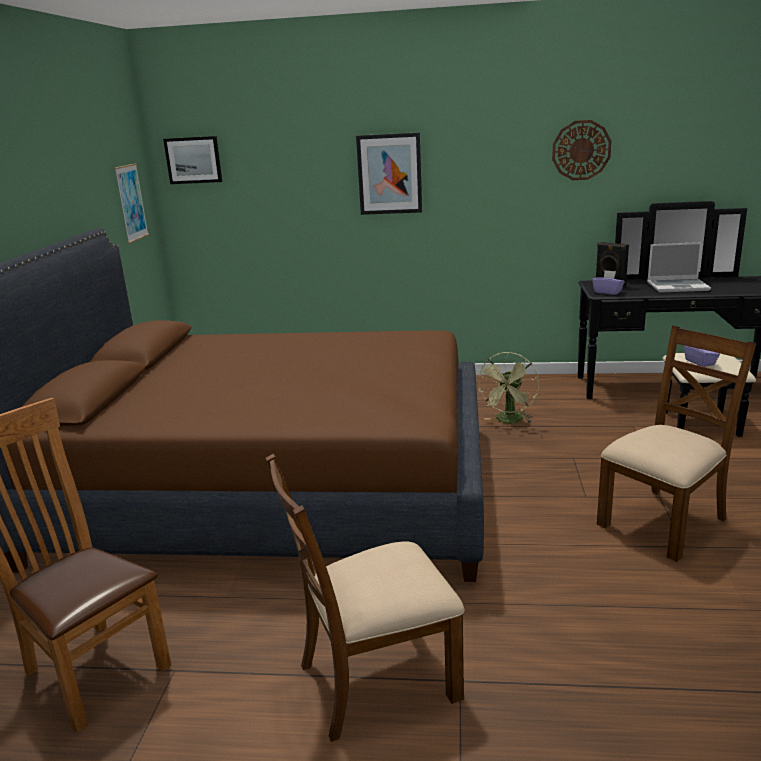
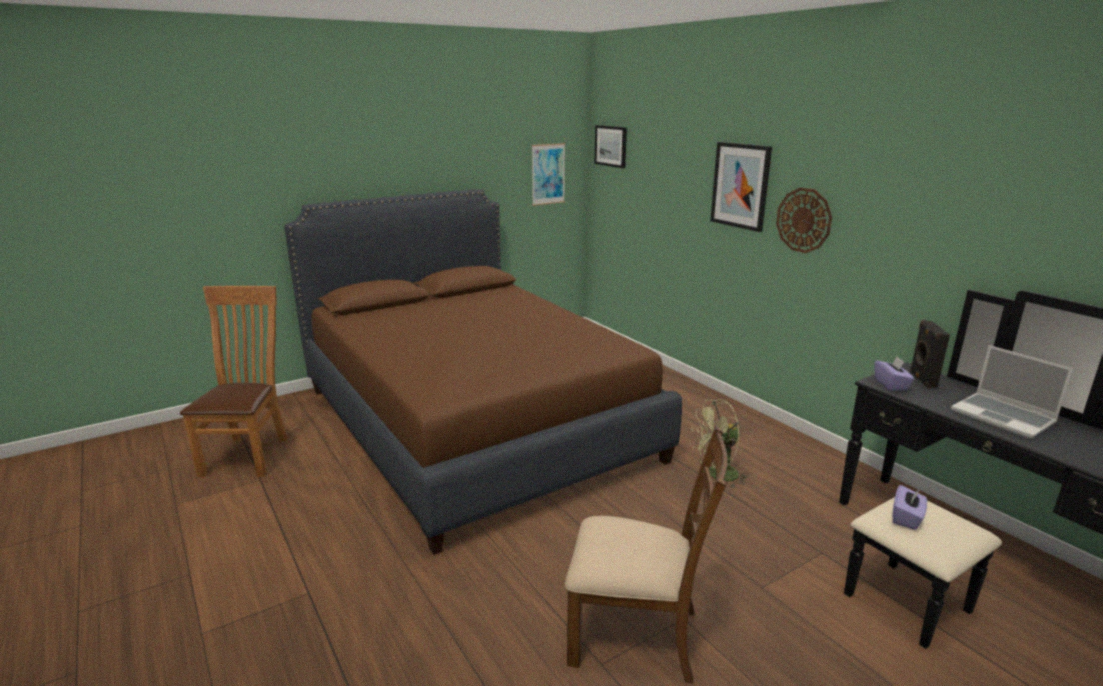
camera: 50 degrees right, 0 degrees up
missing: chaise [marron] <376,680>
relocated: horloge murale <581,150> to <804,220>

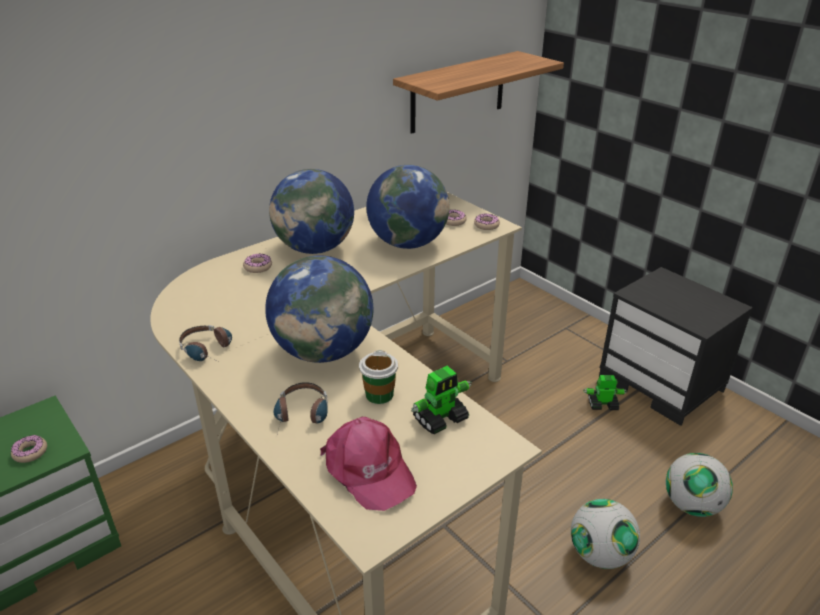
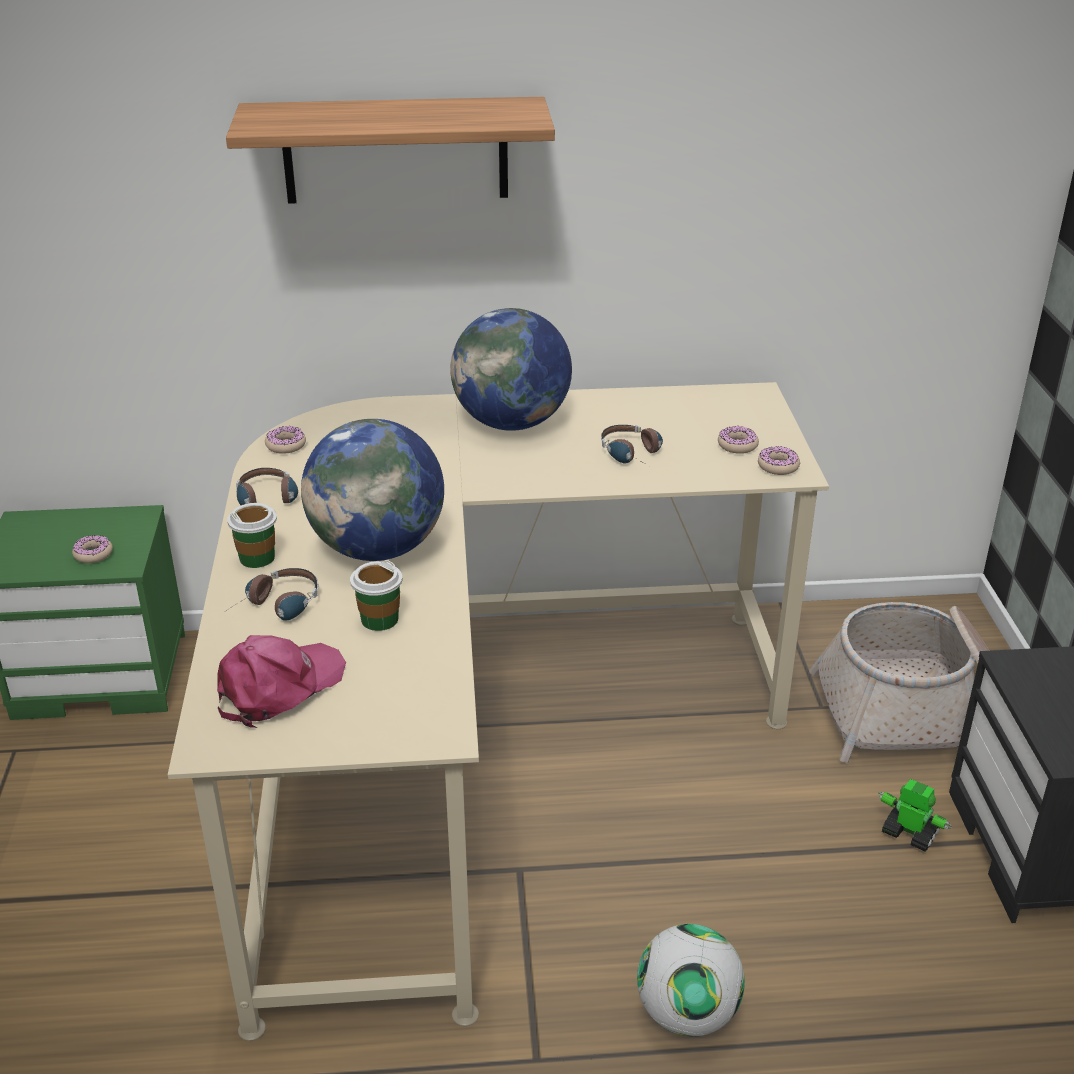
camera: 35 degrees right, 0 degrees up
missing: robot jouet <441,419>; ballon de foot <691,505>
appeared: tasse <257,558>; panier <919,713>
relocated: beignet <258,267> to <286,445>; étagère <458,92> to <395,150>
exchanged: globe <407,243> to casque audio <635,455>
spun: casquette [rose] <368,470> = <278,687> 135 degrees counterclockwise

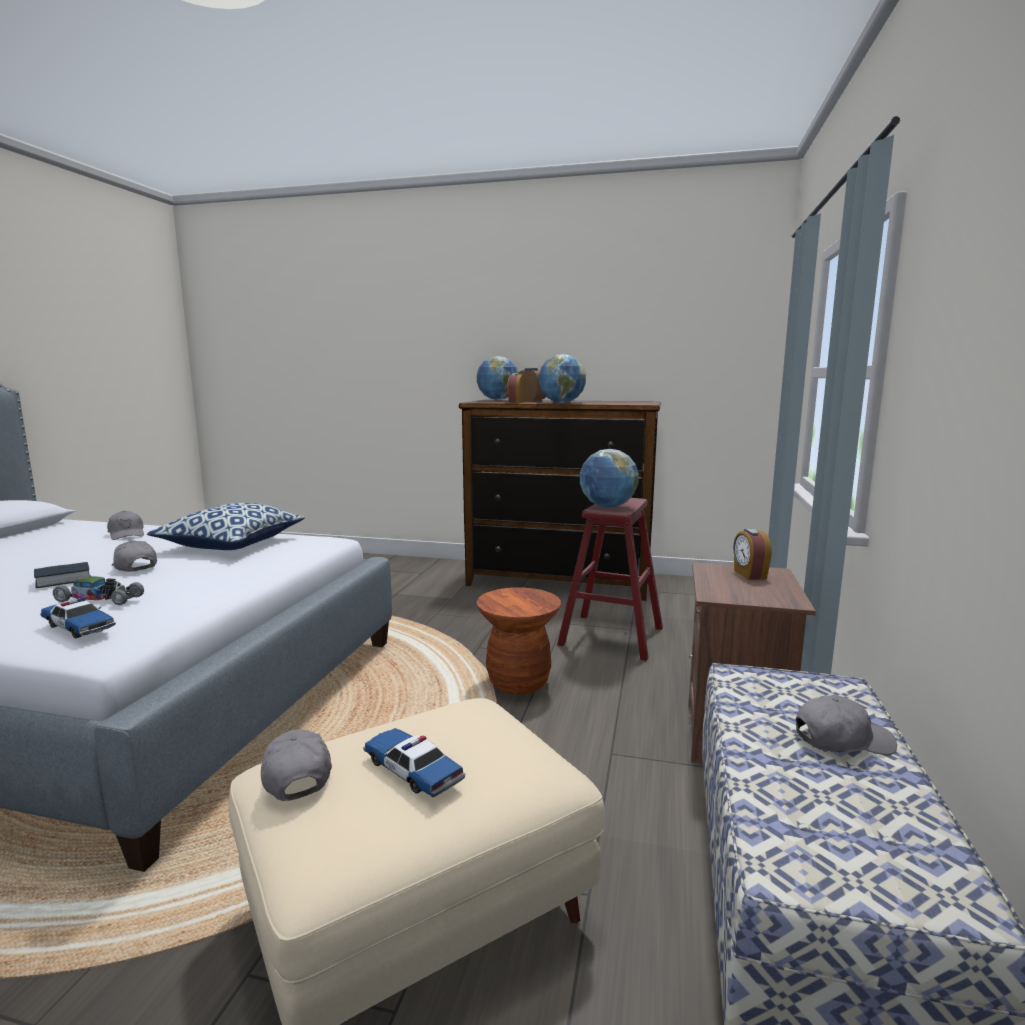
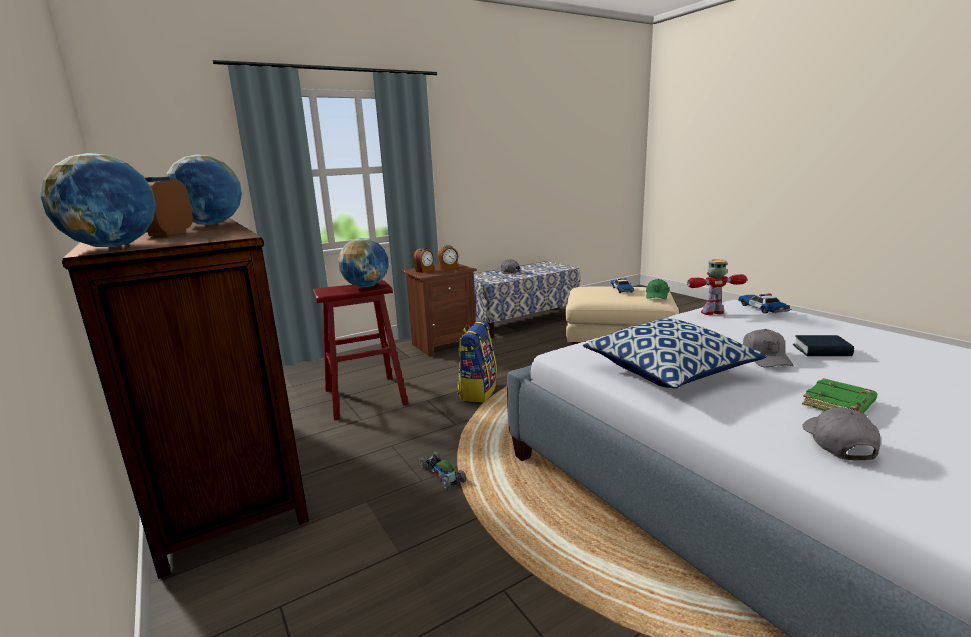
camera: 135 degrees left, 5 degrees up
appeared: robot jouet <712,313>; livre [vert] <839,404>
relocated: petite voiture <100,599> to <441,474>; réveil <516,402> to <448,268>
exchanged: tabouret [marron] <518,682> to sac à dos <477,391>
colour: casquette [gris] <296,774> to casquette [vert] <657,295>

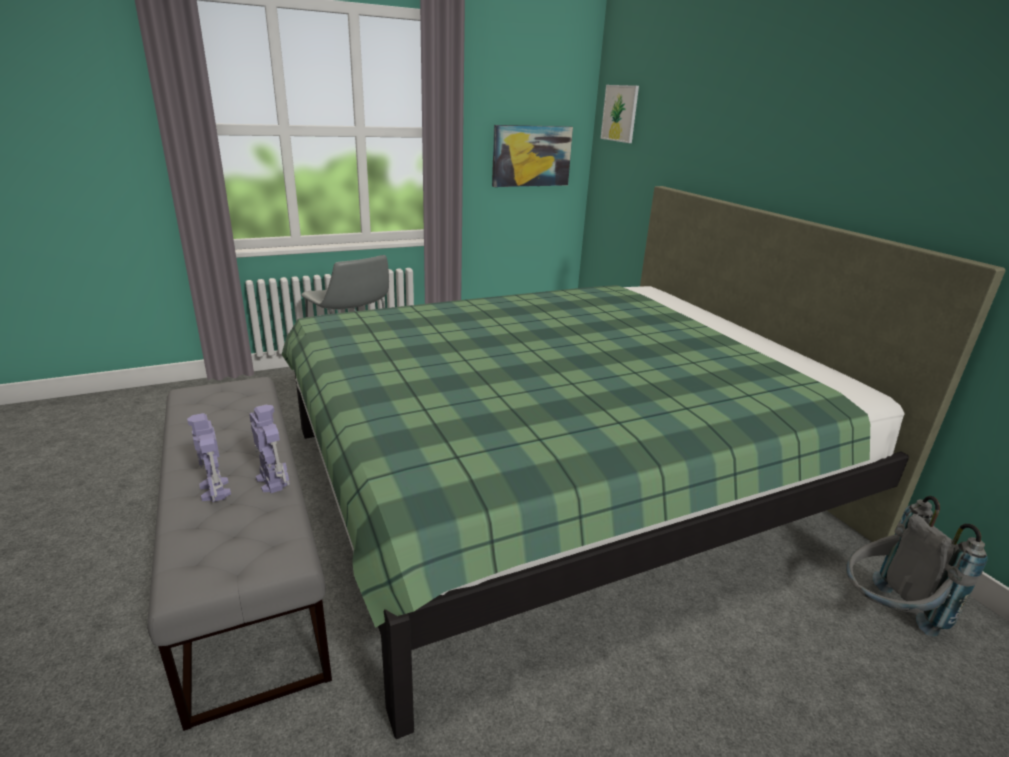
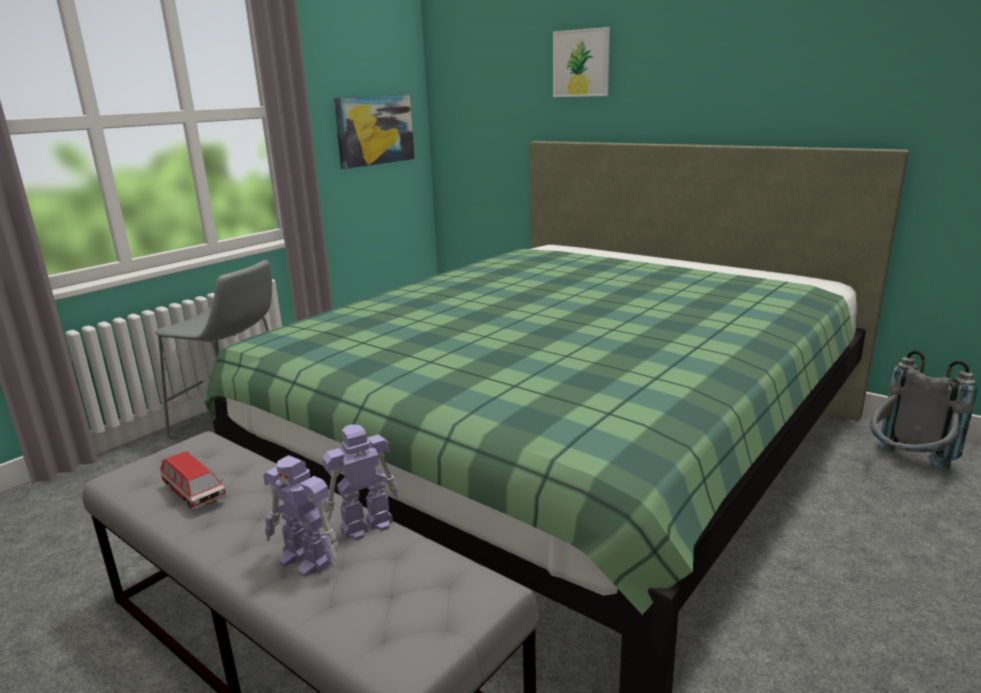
camera: 25 degrees left, 5 degrees down
appeared: petite voiture <194,493>
relocated: tableau <620,113> to <581,63>
spun: robot jouet <272,480> = <365,526> 60 degrees counterclockwise

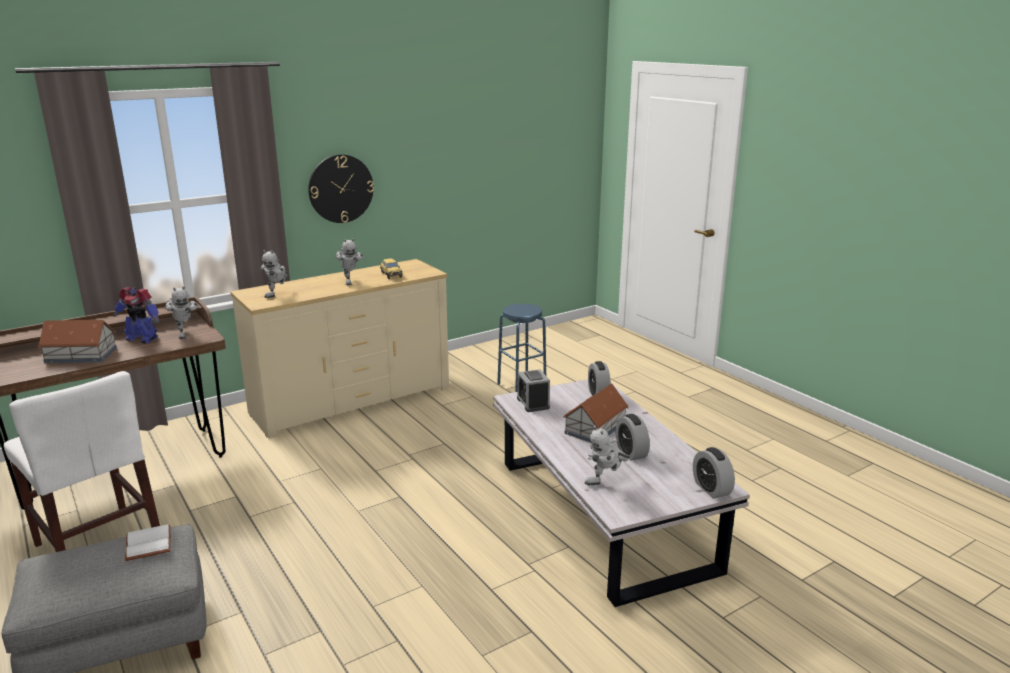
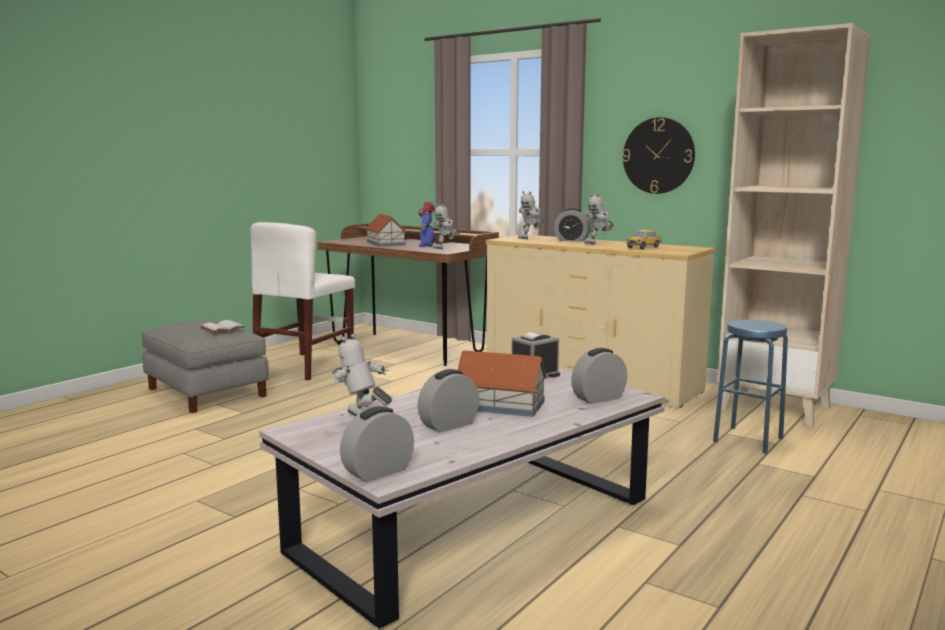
camera: 70 degrees right, 10 degrees down
appeared: réveil <572,240>; bibliothèque [beige] <776,408>
spun: robot jouet <278,295> = <531,239> 45 degrees counterclockwise

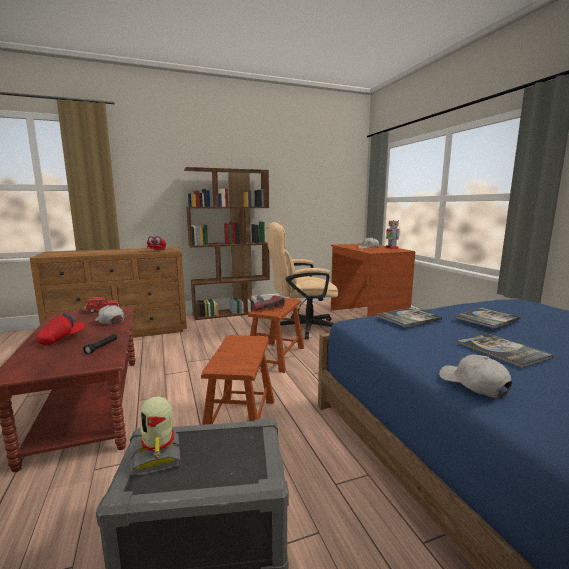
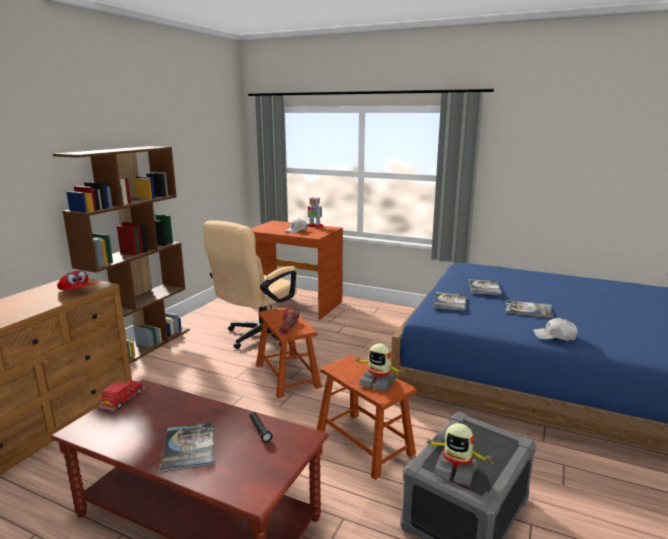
camera: 45 degrees left, 5 degrees up
missing: casquette [blanc] <110,321>
appeared: robot jouet <378,382>
exchanged: casquette [rouge] <62,339> to livre <189,447>

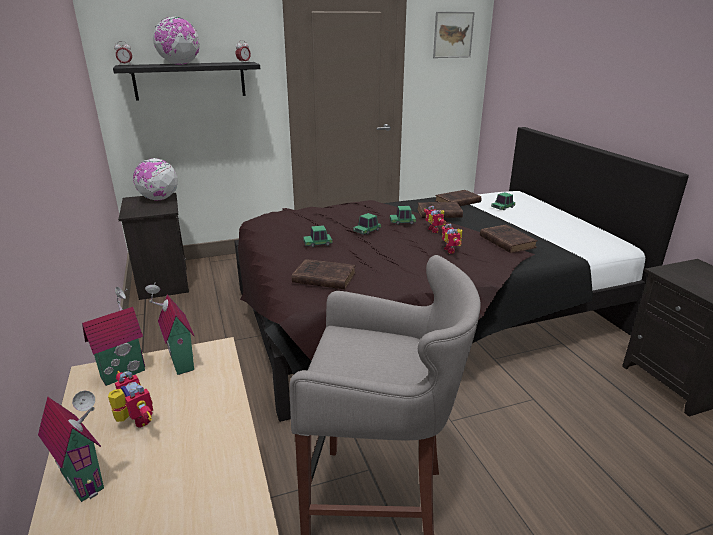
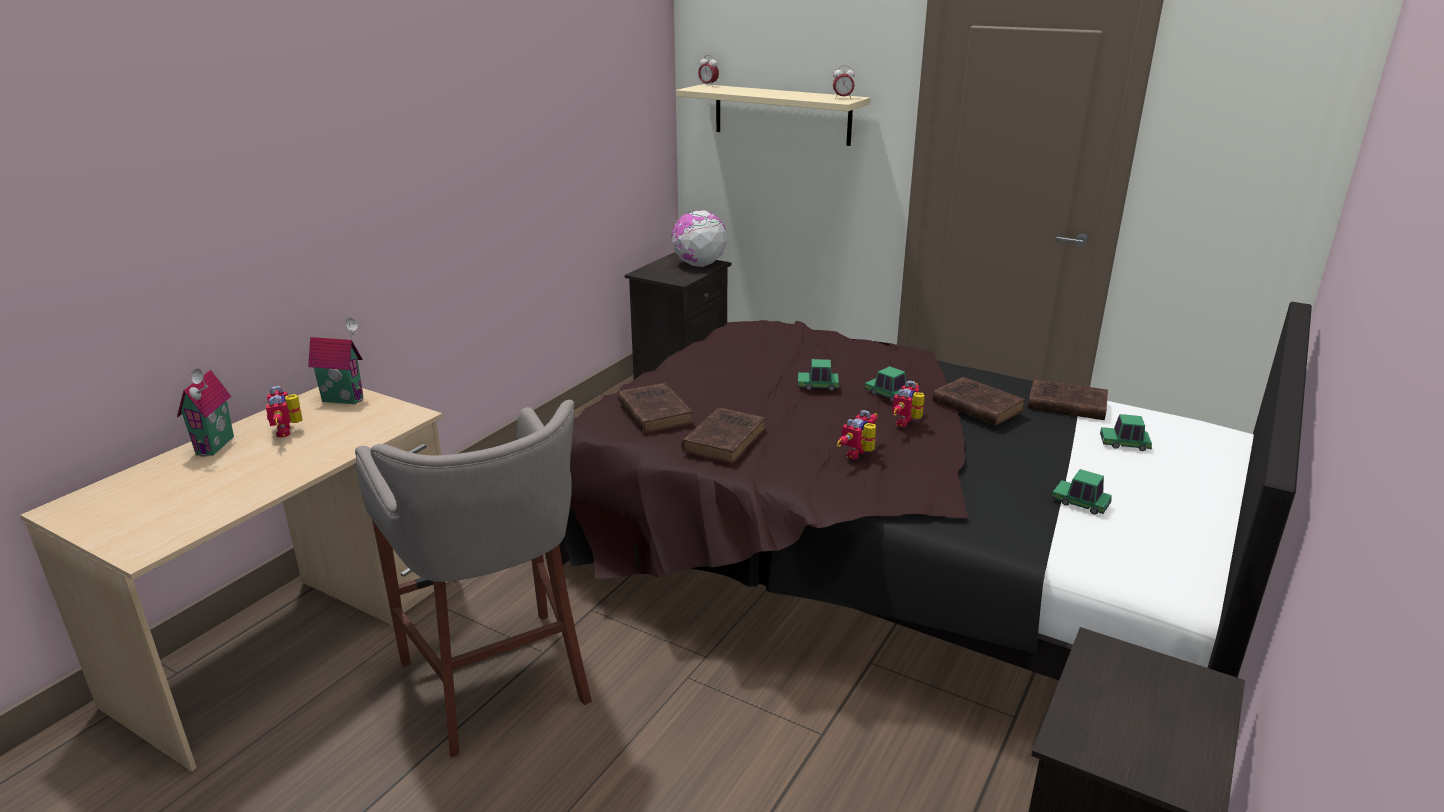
camera: 50 degrees right, 0 degrees up
missing: maison miniature <179,363>; globe <180,64>; tableau <453,35>
relocated: petite voiture <318,243> to <1080,503>; livre [marron] <506,241> to <725,439>
colour: étagère [noir] <190,80> to étagère [beige] <782,114>
spun: robot jouet <134,421> = <289,431> 150 degrees clockwise

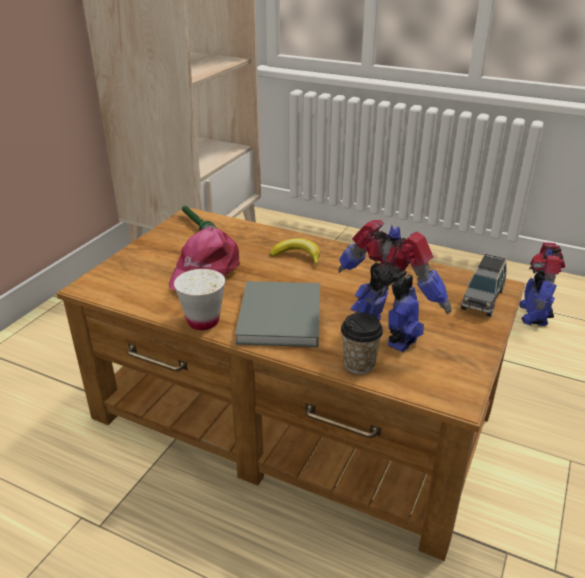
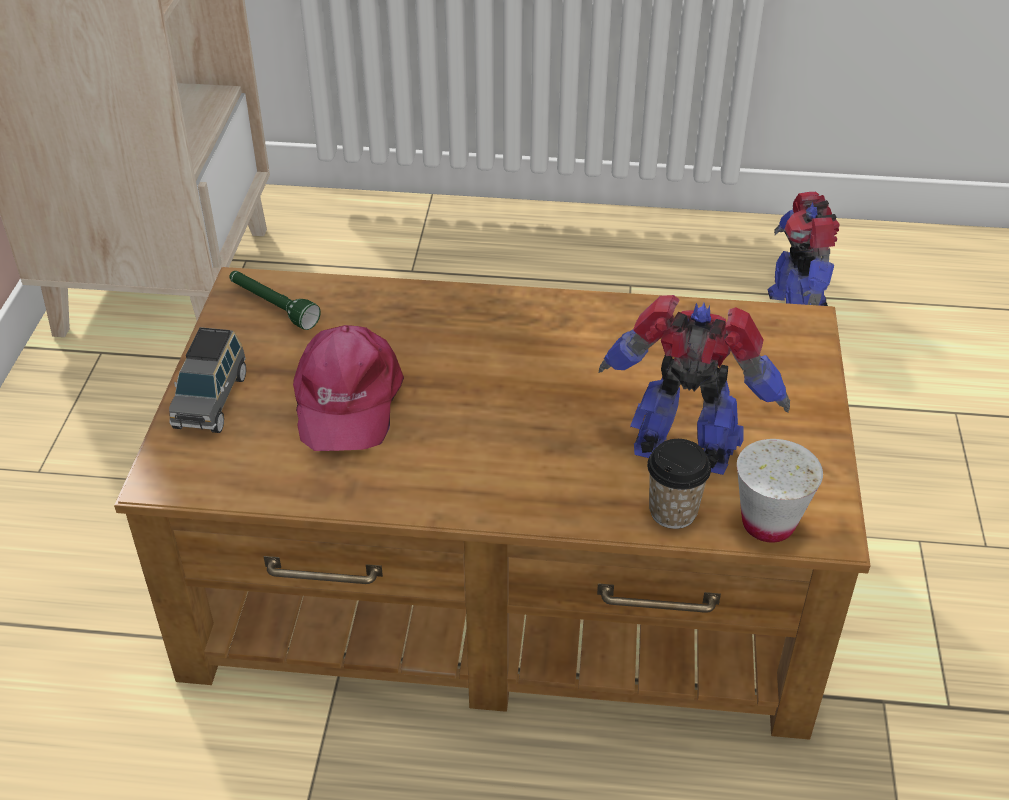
camera: 20 degrees left, 10 degrees up
missing: livre [gris] <280,318>; banane <297,256>
relocated: tasse [blanc] <203,321> to <768,524>; petite voiture [gris] <482,299> to <211,400>

